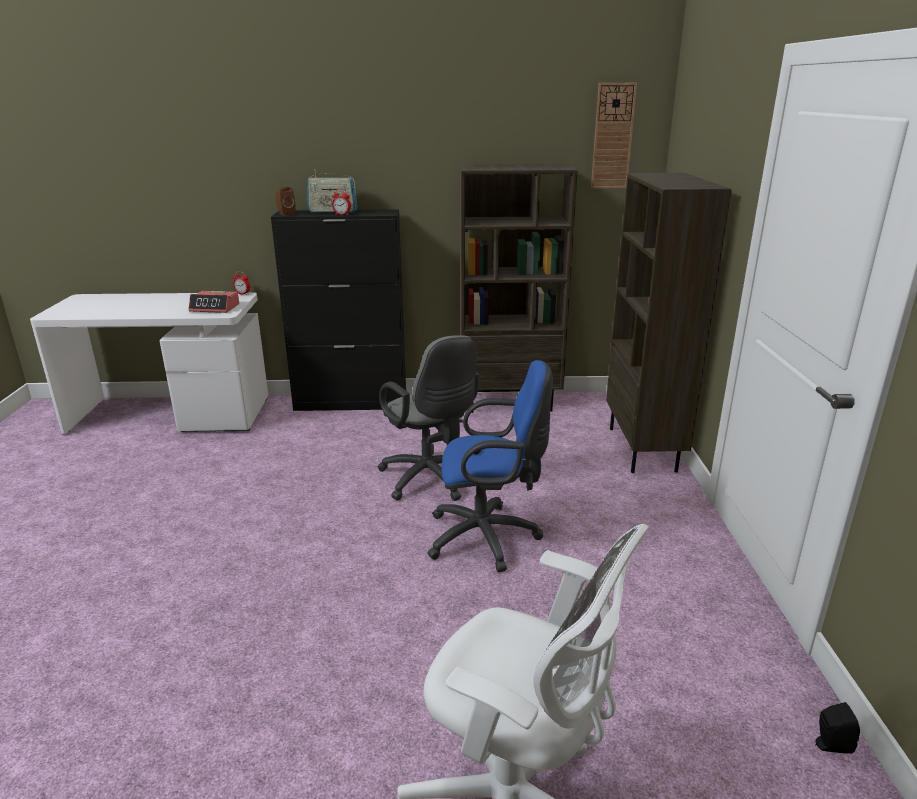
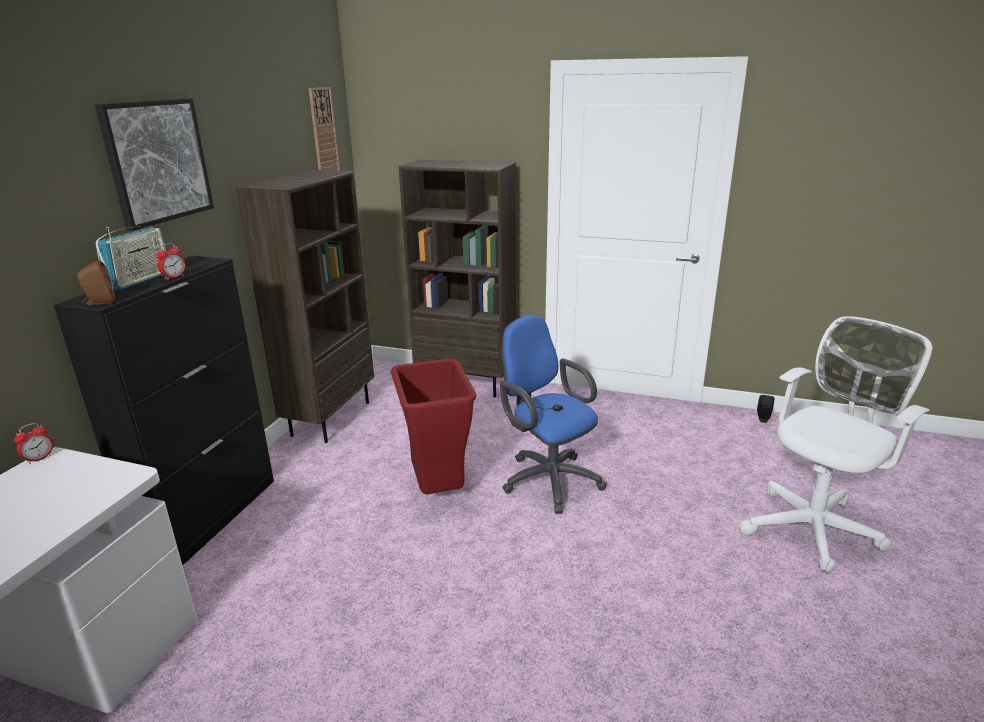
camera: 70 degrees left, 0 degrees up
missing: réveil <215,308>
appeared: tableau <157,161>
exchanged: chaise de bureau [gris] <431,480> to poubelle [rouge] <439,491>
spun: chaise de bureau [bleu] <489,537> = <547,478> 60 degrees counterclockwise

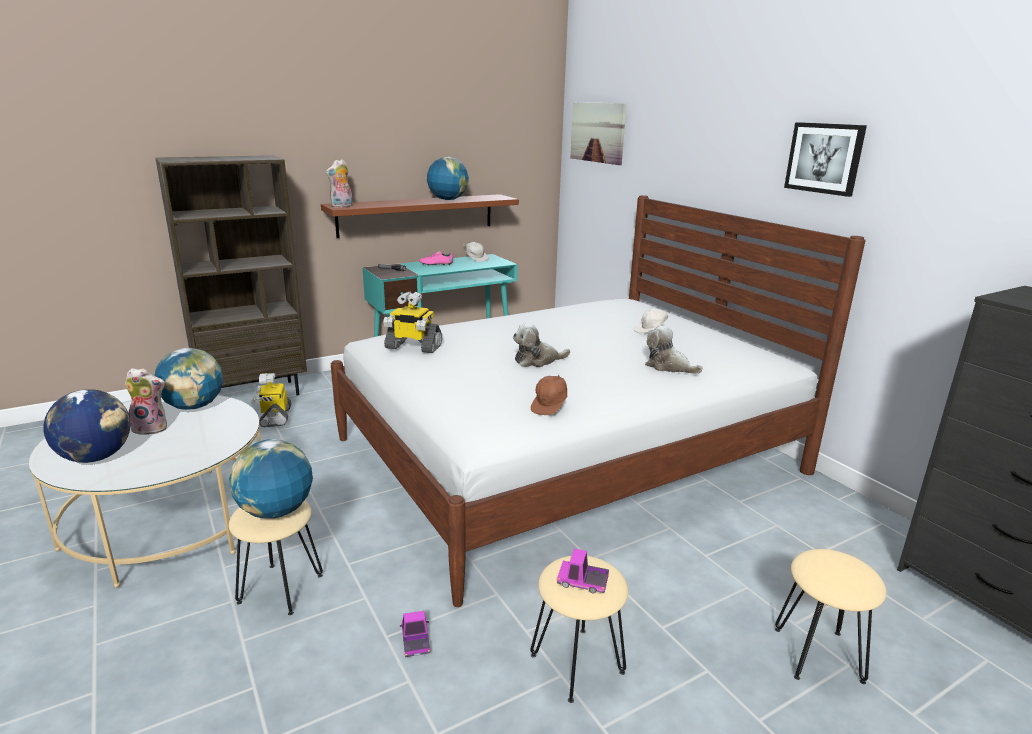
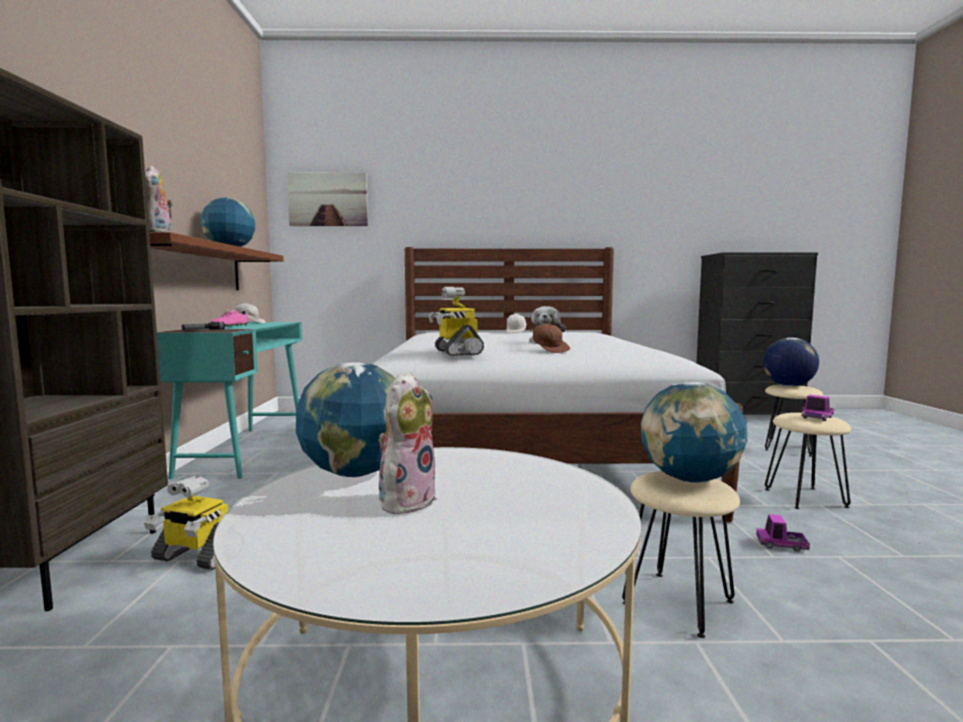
camera: 60 degrees left, 15 degrees down
missing: peluche <668,366>; tableau <824,158>
relocated: globe <96,457> to <788,386>; casquette [marron] <550,406> to <549,351>
spun: robot jouet <413,347> = <456,352> 120 degrees clockwise

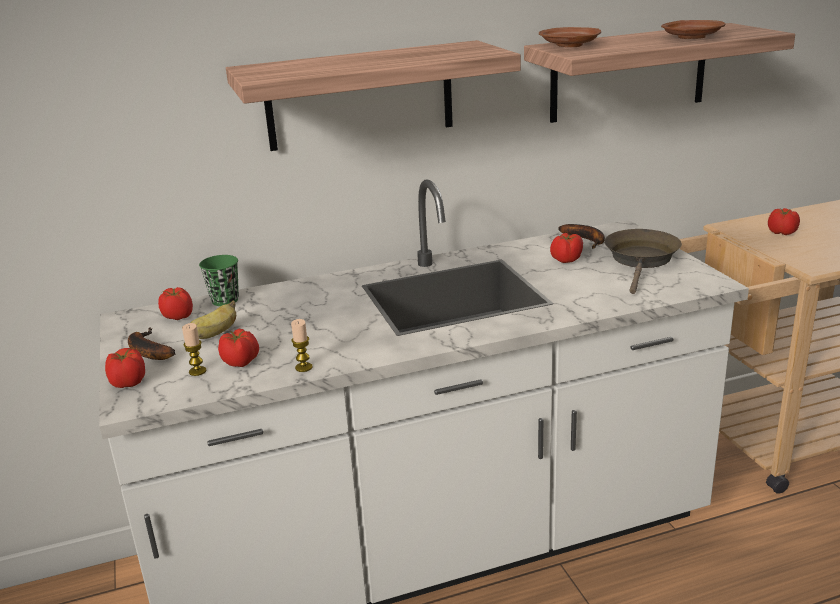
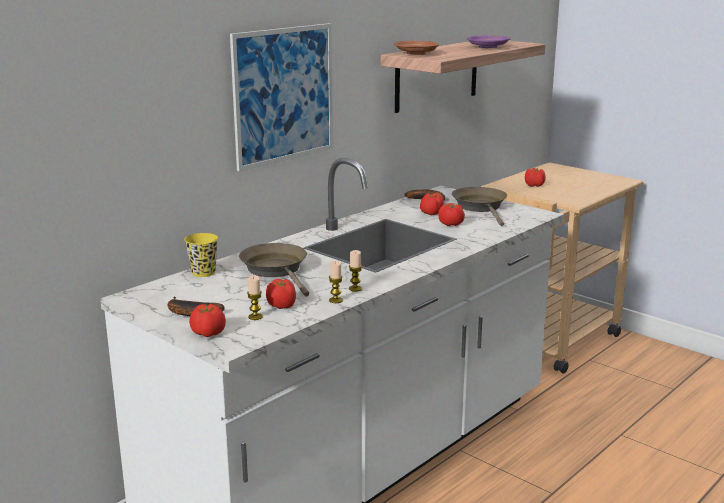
camera: 30 degrees left, 5 degrees down
missing: banane <214,334>
appeared: poêle [marron] <276,270>; bougie <355,289>
relocated: tomate <178,316> to <451,224>
exchanged: étagère <360,96> to tableau <284,95>
colour: tasse [vert] <225,300> to tasse [jaune] <203,272>; assiette [marron] <692,37> to assiette [violet] <488,47>

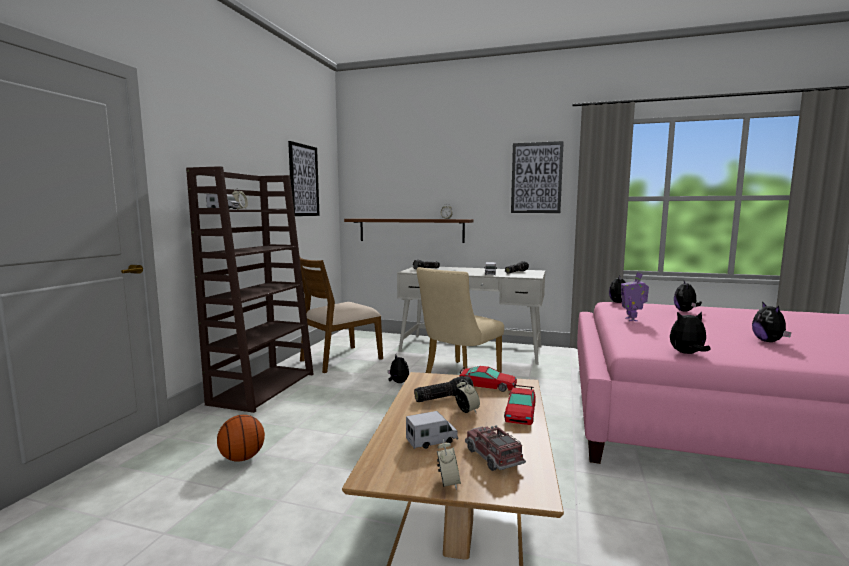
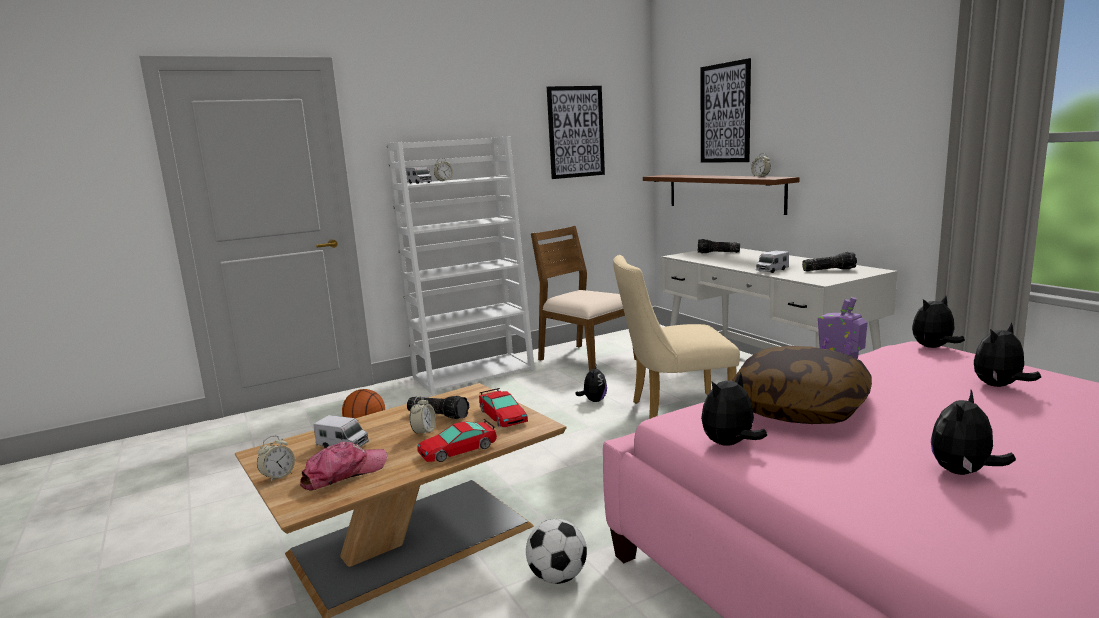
camera: 45 degrees right, 5 degrees up
appeared: ballon de foot <557,577>; coussin <799,408>
relocated: tableau <536,178> to <725,113>
exchanged: camion jouet <493,457> to casquette <344,473>
colour: bibliothèque [marron] <263,388> to bibliothèque [blanc] <474,373>
spun: chaise [marron] <340,359> = <586,359> 45 degrees clockwise; peluche <687,354> = <730,444> 75 degrees counterclockwise

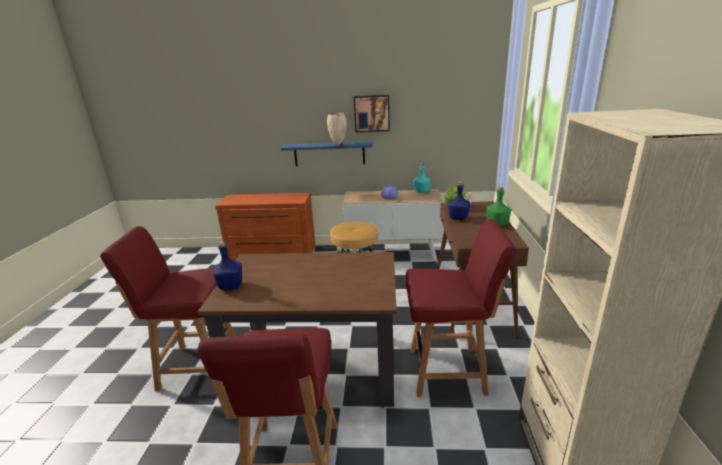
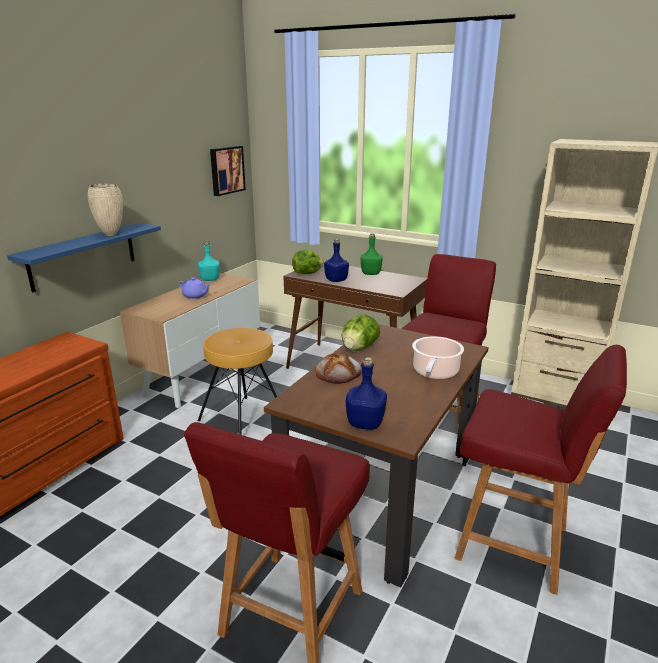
camera: 65 degrees left, 0 degrees up
appeared: pain <338,373>; laitue <359,348>; marmite <435,372>
relocated: tableau <372,113> to <226,170>

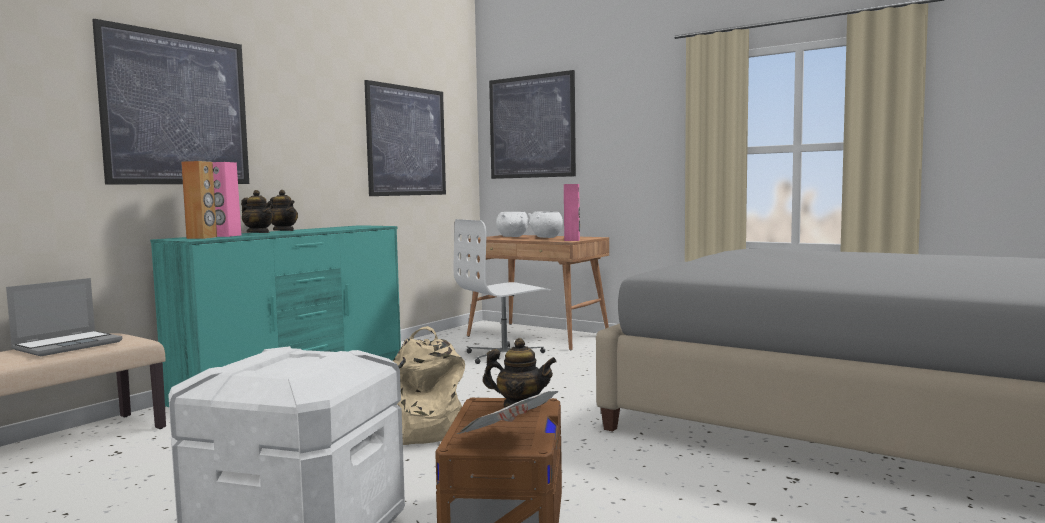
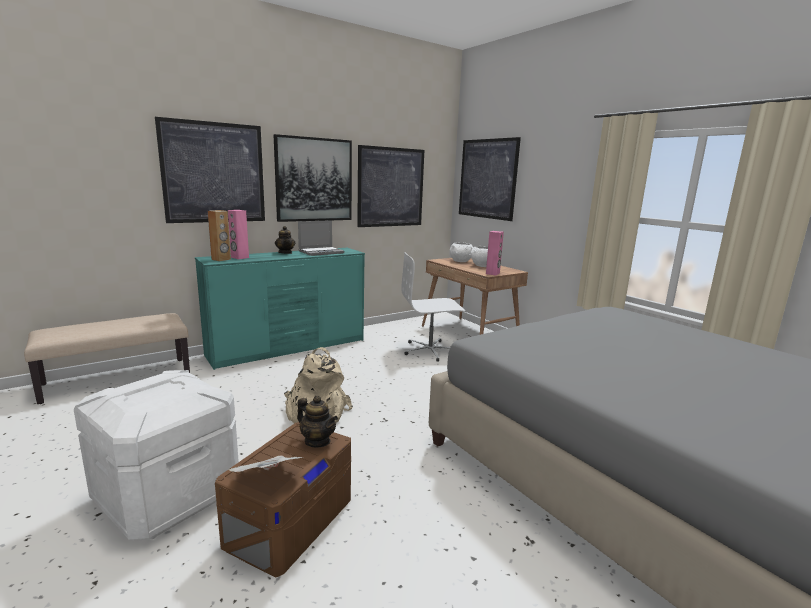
camera: 20 degrees right, 10 degrees up
missing: théière <258,233>
appeared: tableau <314,180>
relocated: ordinateur portable <68,345> to <321,252>

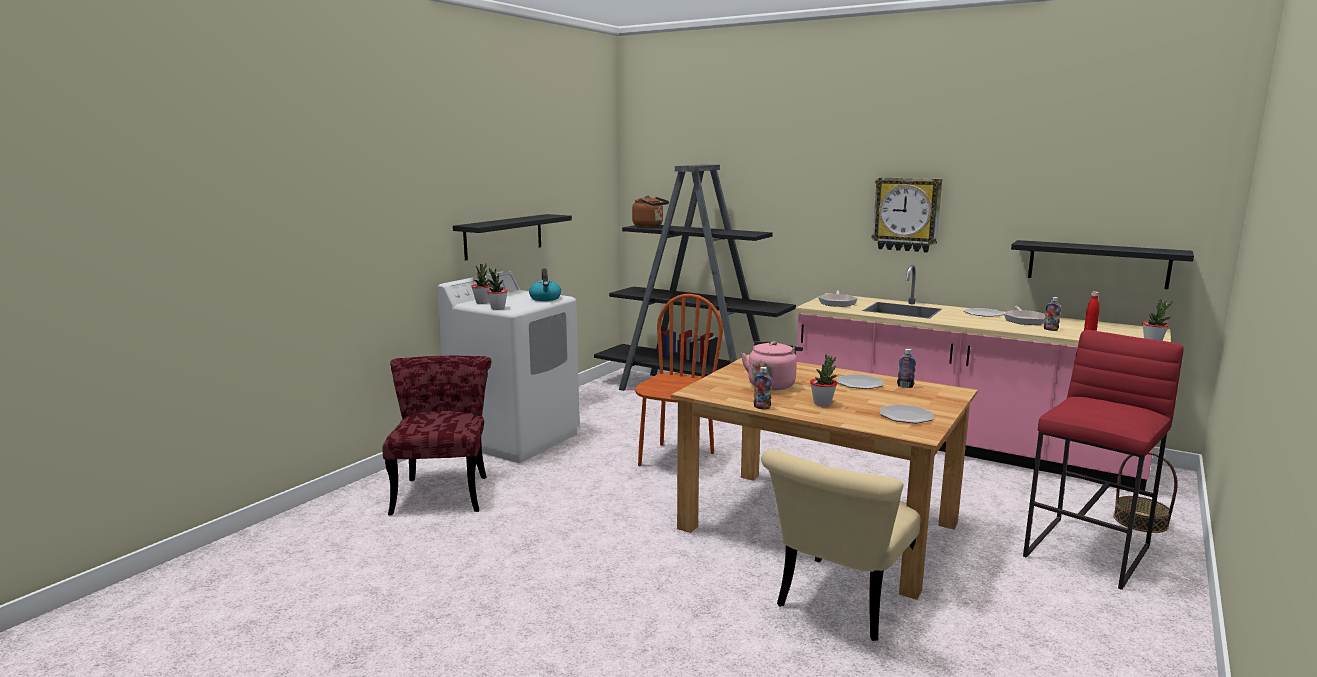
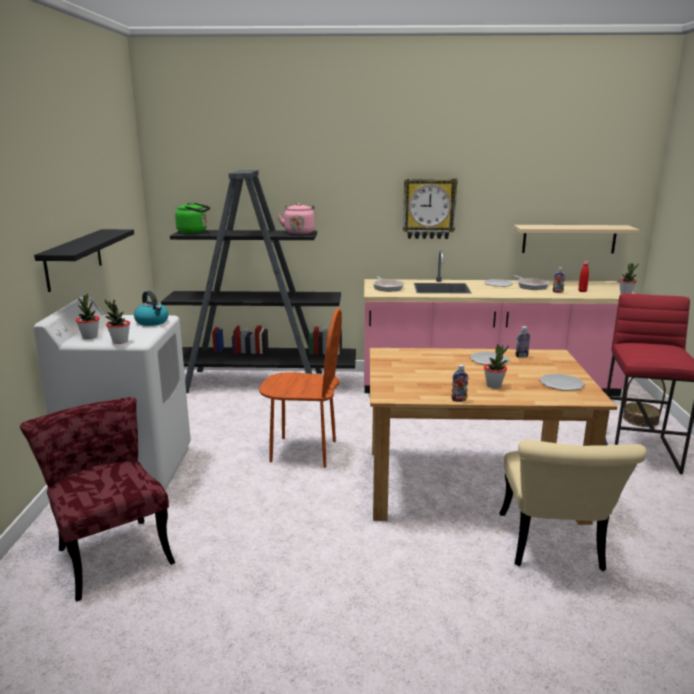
camera: 30 degrees left, 5 degrees up
relocated: bouilloire [rose] <772,384> to <299,232>
colour: bouilloire [marron] <649,226> to bouilloire [vert] <194,232>; étagère [noir] <1097,264> to étagère [beige] <569,239>
spun: chaise [marron] <676,459> = <303,451> 105 degrees clockwise

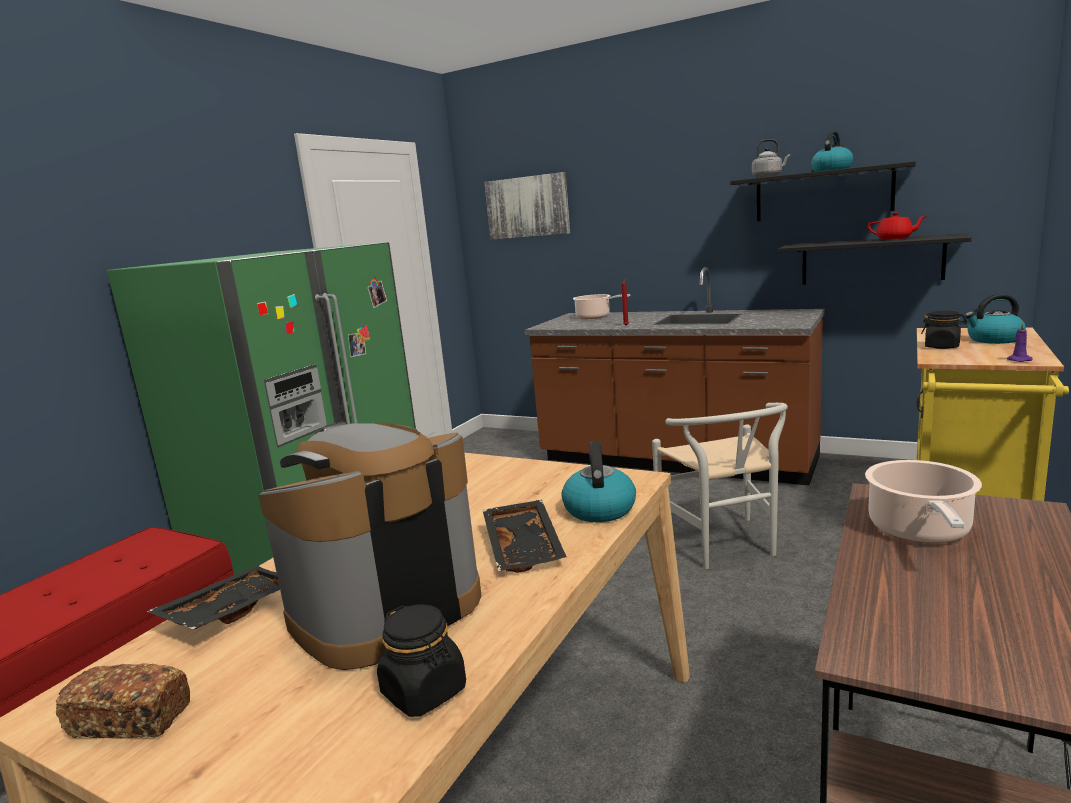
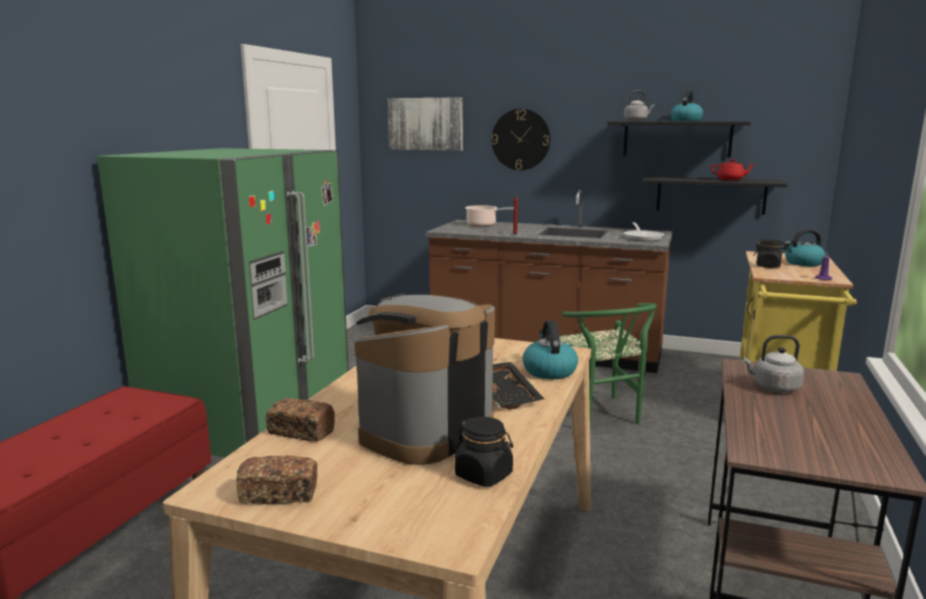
camera: 10 degrees left, 0 degrees up
appeared: horloge murale <520,139>; poêle <642,237>
exchanged: plateau [noir] <229,610> to pain <301,432>; marmite <920,531> to bouilloire [gris] <773,388>
colour: chaise [blanc] <724,547> to chaise [vert] <599,417>

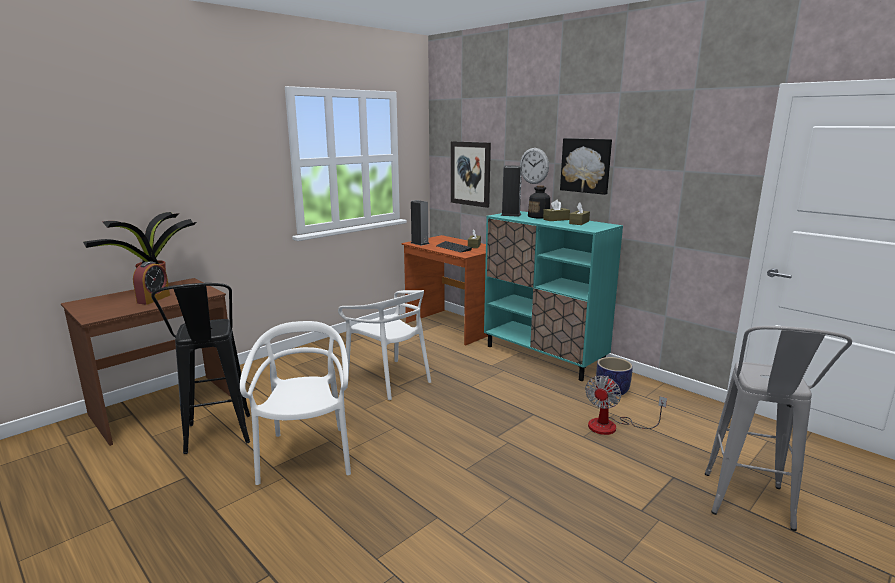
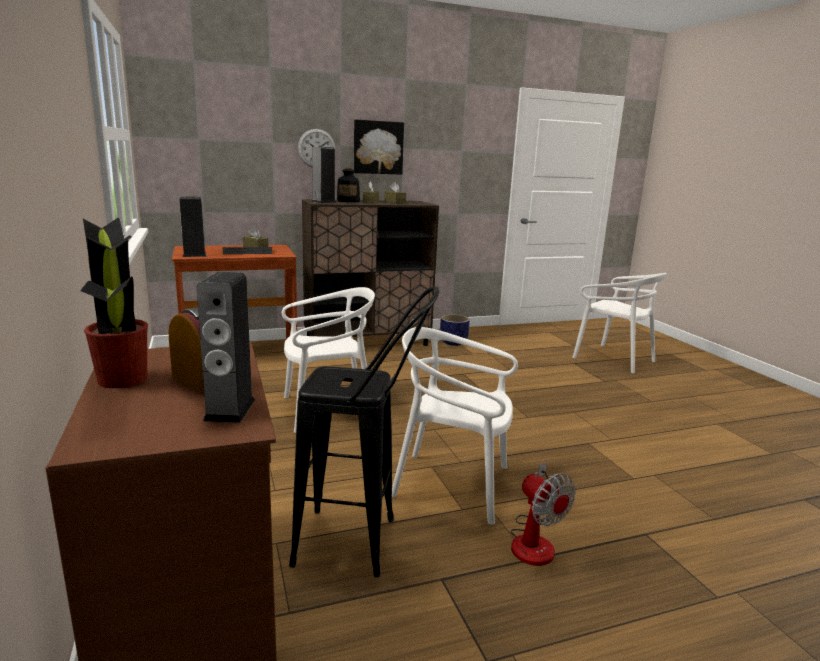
camera: 65 degrees left, 0 degrees up
missing: tableau <470,173>
appeared: enceinte <230,410>
relocated: ventilateur <612,426> to <534,540>
exchanged: tabouret [gris] <749,510> to chaise [blanc] <613,359>
colour: meuble de rangement [turquoise] <544,356> to meuble de rangement [marron] <368,343>

